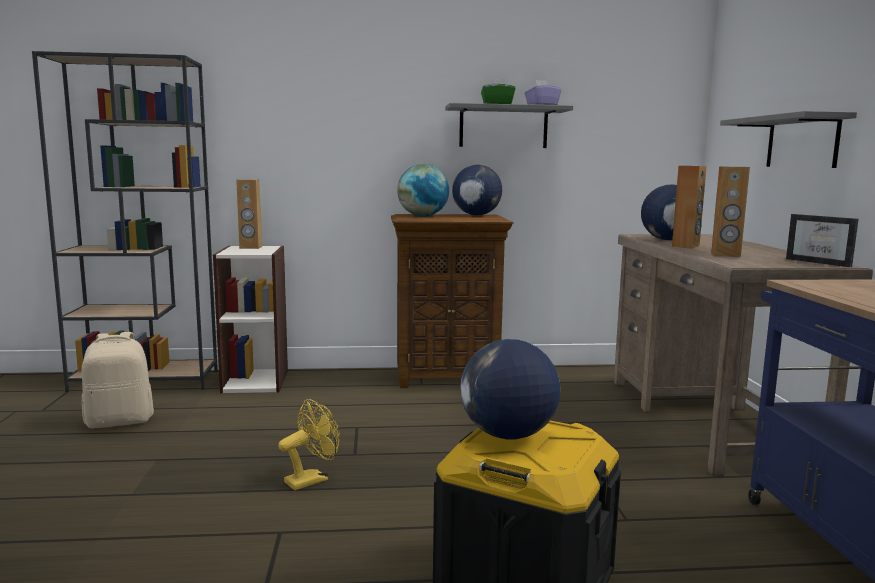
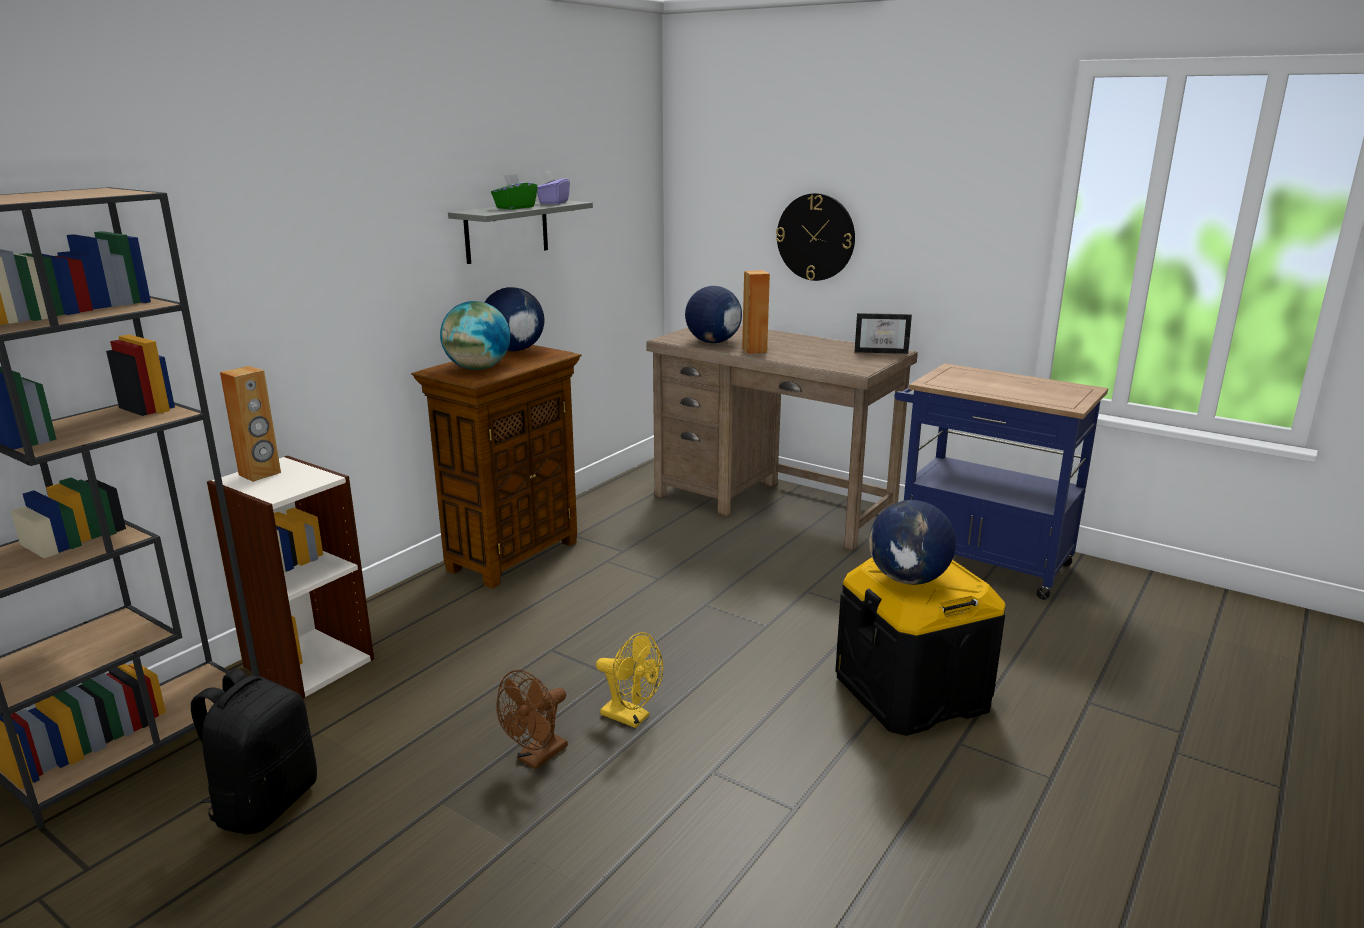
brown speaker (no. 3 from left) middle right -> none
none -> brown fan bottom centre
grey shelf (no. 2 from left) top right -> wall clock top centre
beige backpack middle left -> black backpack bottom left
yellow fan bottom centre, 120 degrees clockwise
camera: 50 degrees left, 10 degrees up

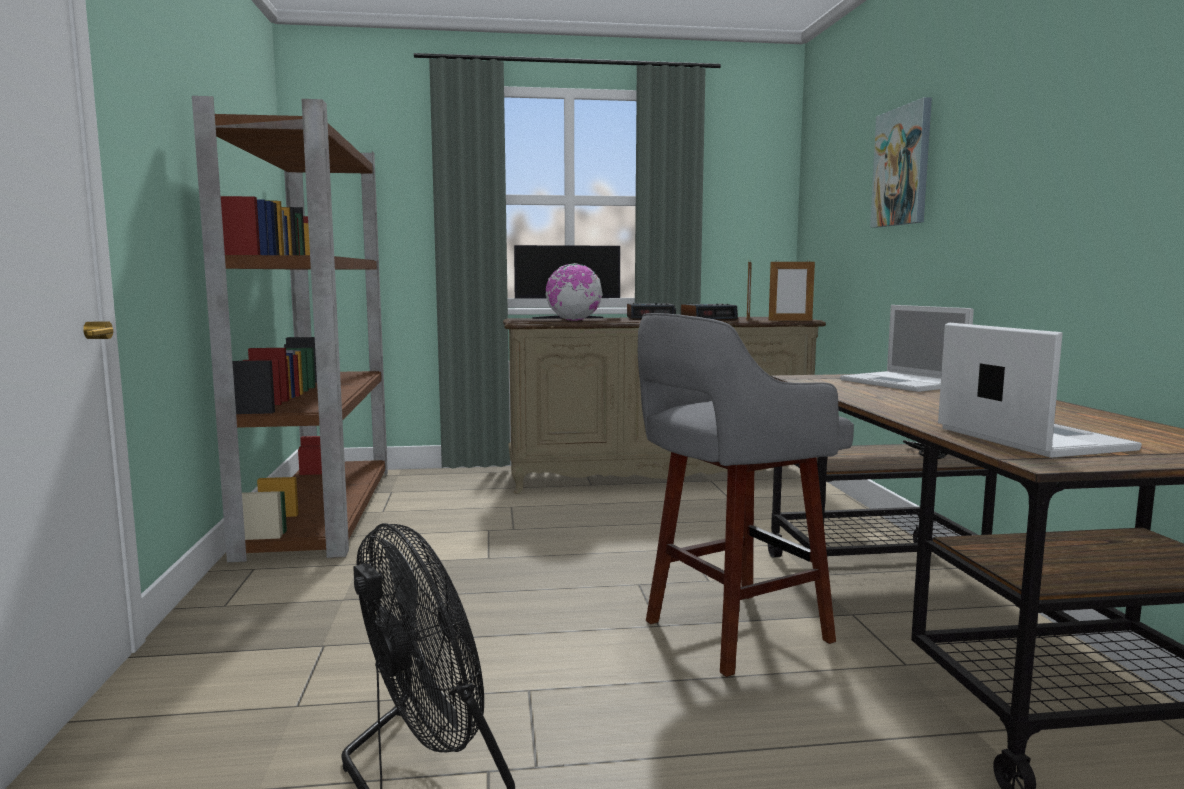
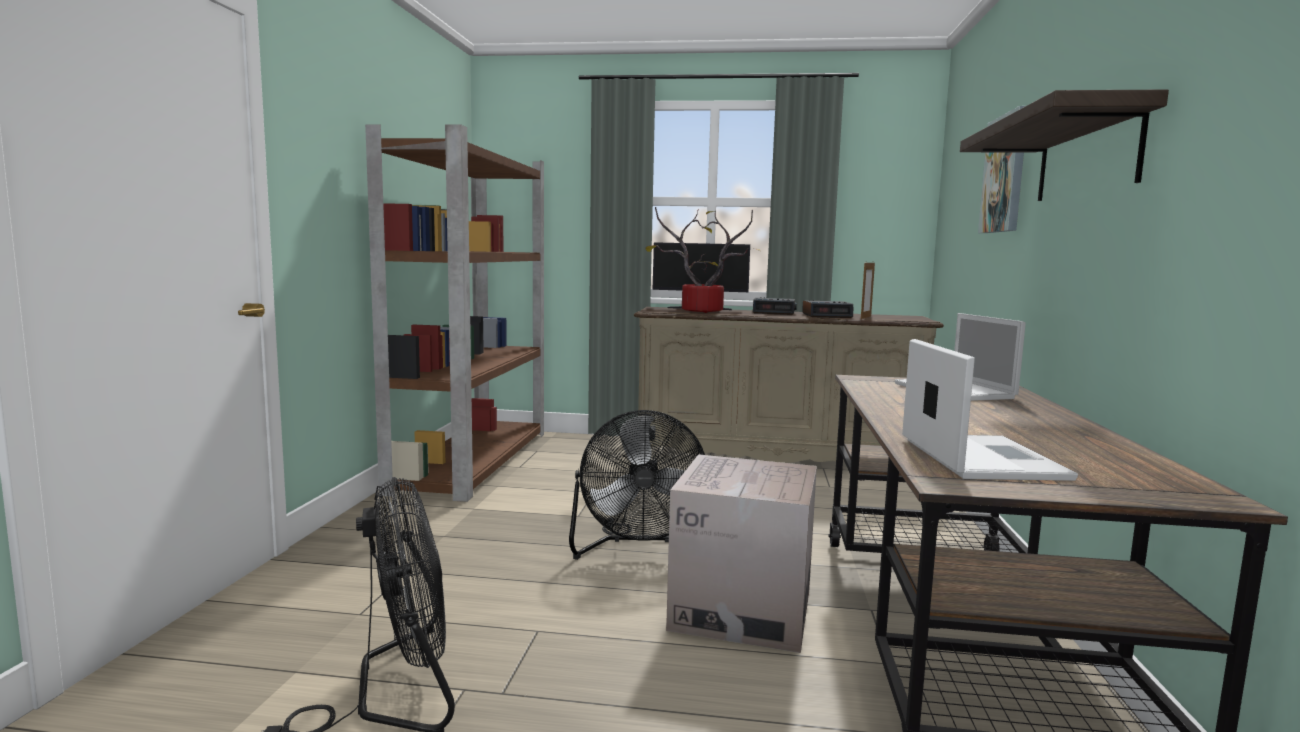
picture frame (no. 2 from left) middle right -> none
none -> black fan (no. 2 from left) centre
none -> shelf top right
globe centre -> potted plant centre
grey stool centre -> cardboard box bottom centre
camera: 15 degrees right, 0 degrees up

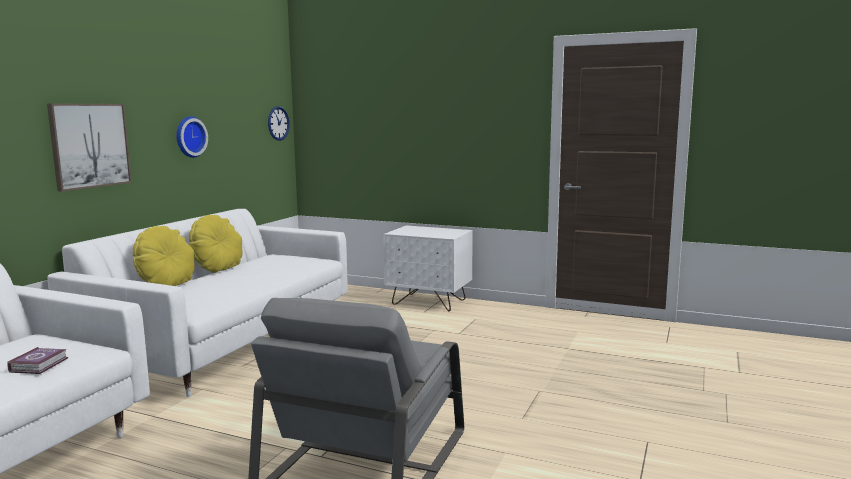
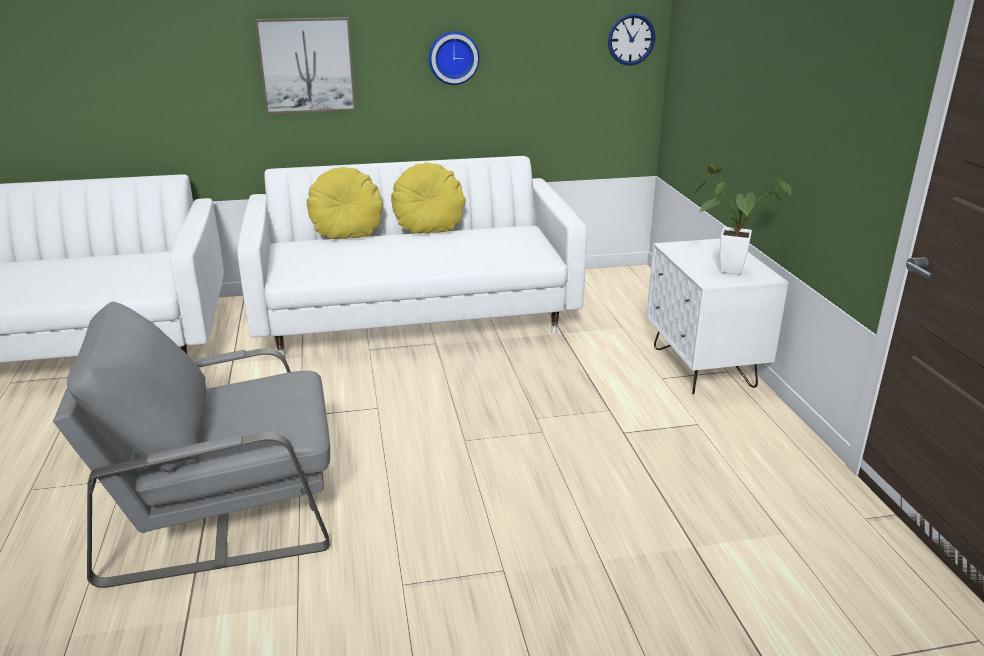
book bottom left -> none
none -> potted plant middle right
camera: 55 degrees right, 15 degrees up

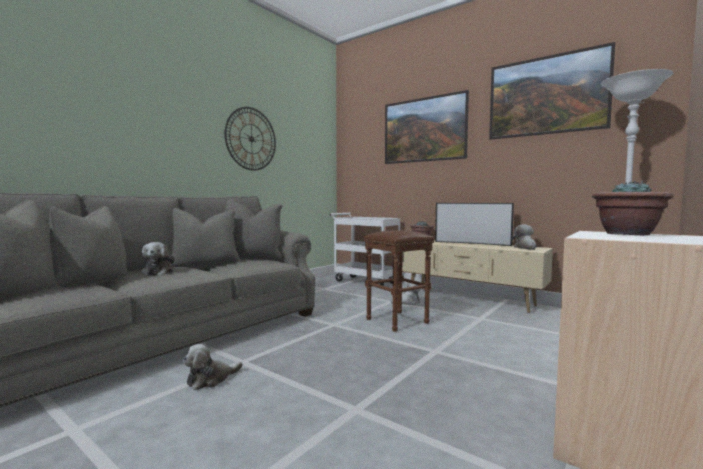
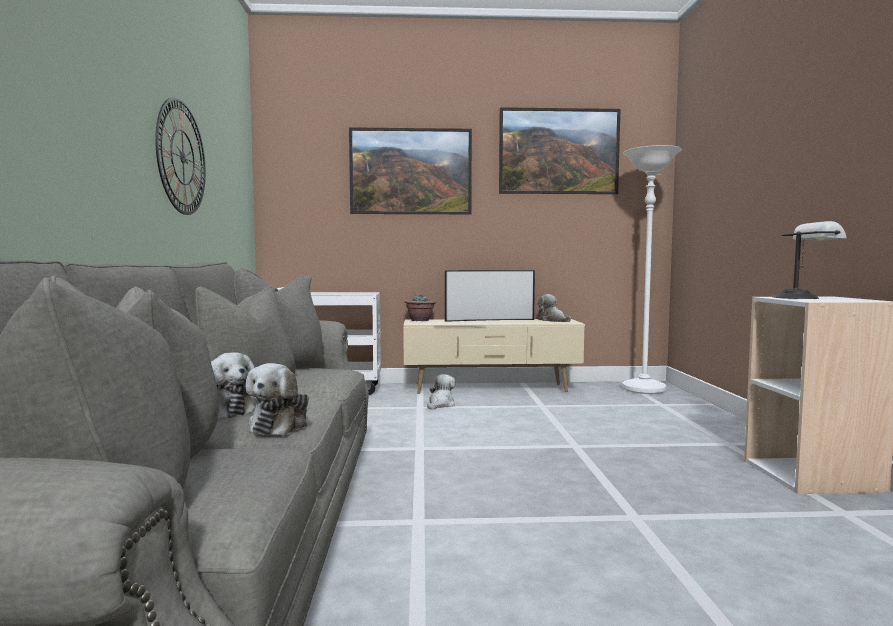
brown stool centre -> none
plush toy (no. 2 from left) bottom left -> plush toy (no. 2 from left) middle left, relocated
potted plant (no. 2 from left) middle right -> table lamp middle right
camera: 40 degrees left, 0 degrees up

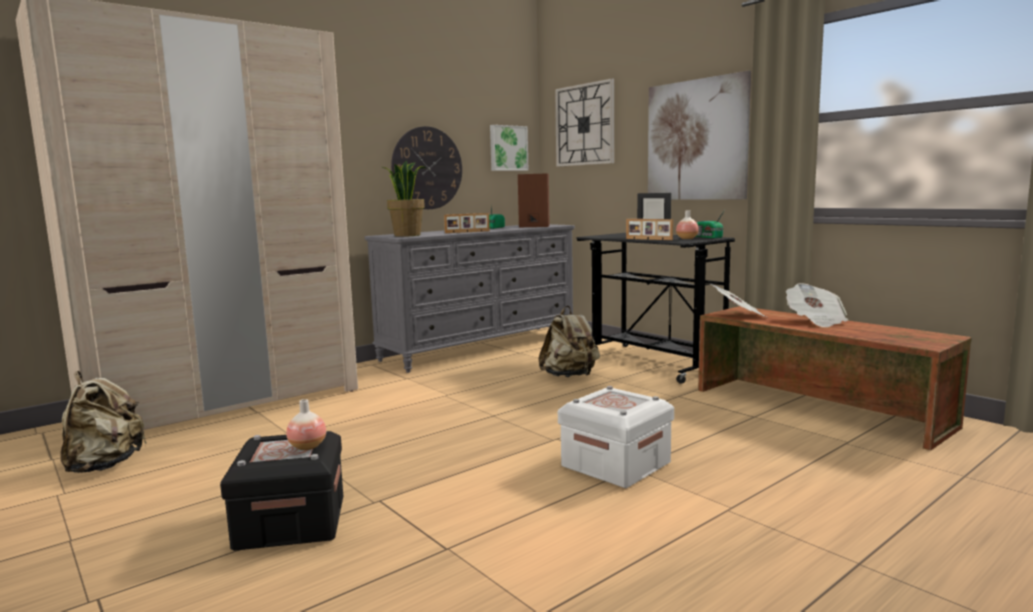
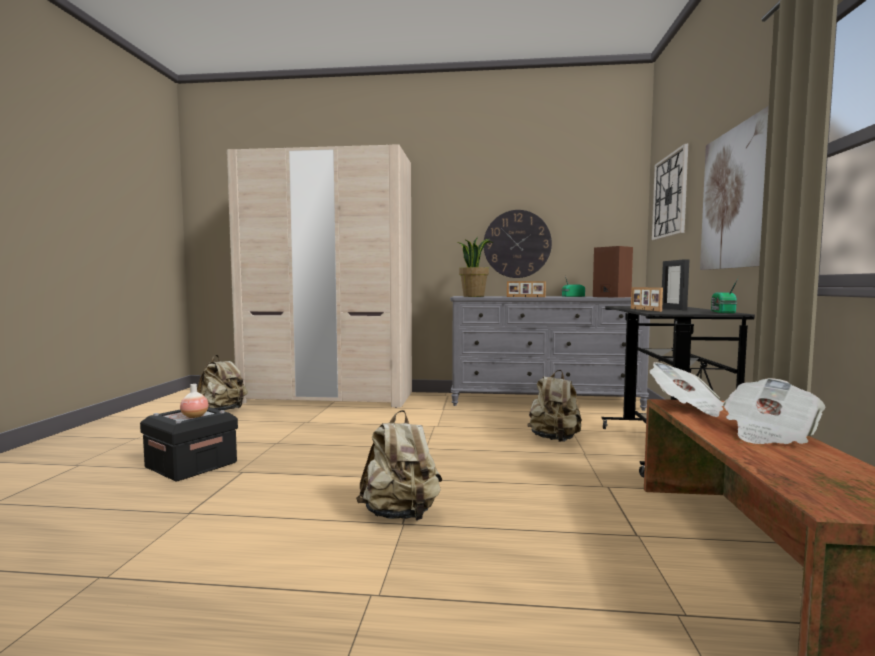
picture (no. 1 from left) top centre -> none
vase (no. 2 from left) centre -> none
white storage box bottom centre -> beige backpack (no. 2 from left) bottom centre
camera: 45 degrees right, 5 degrees down

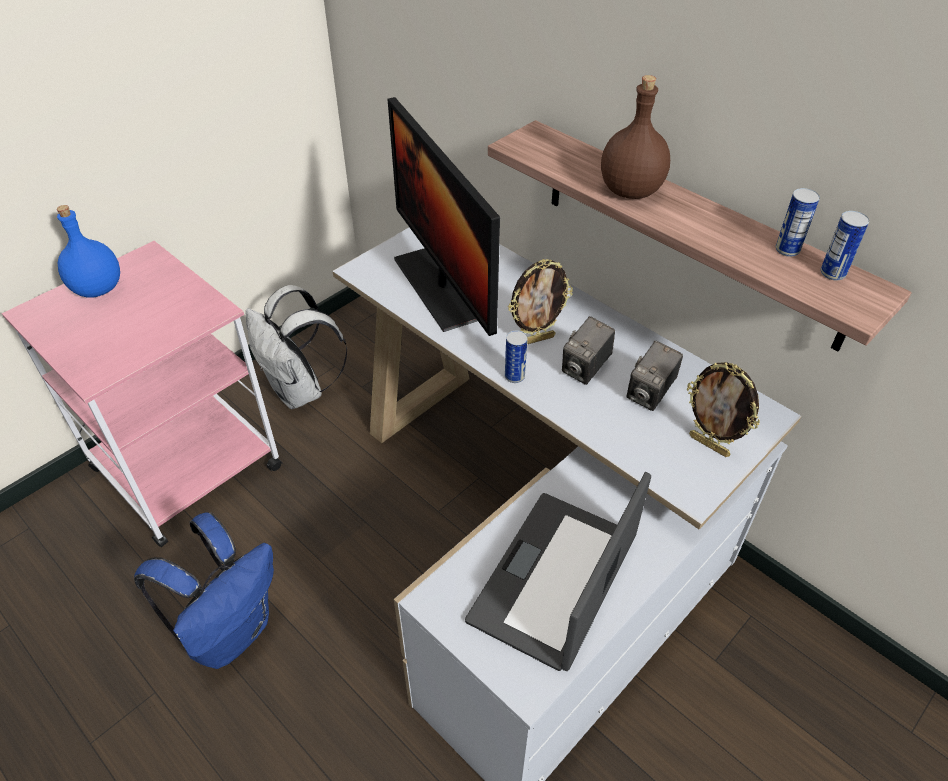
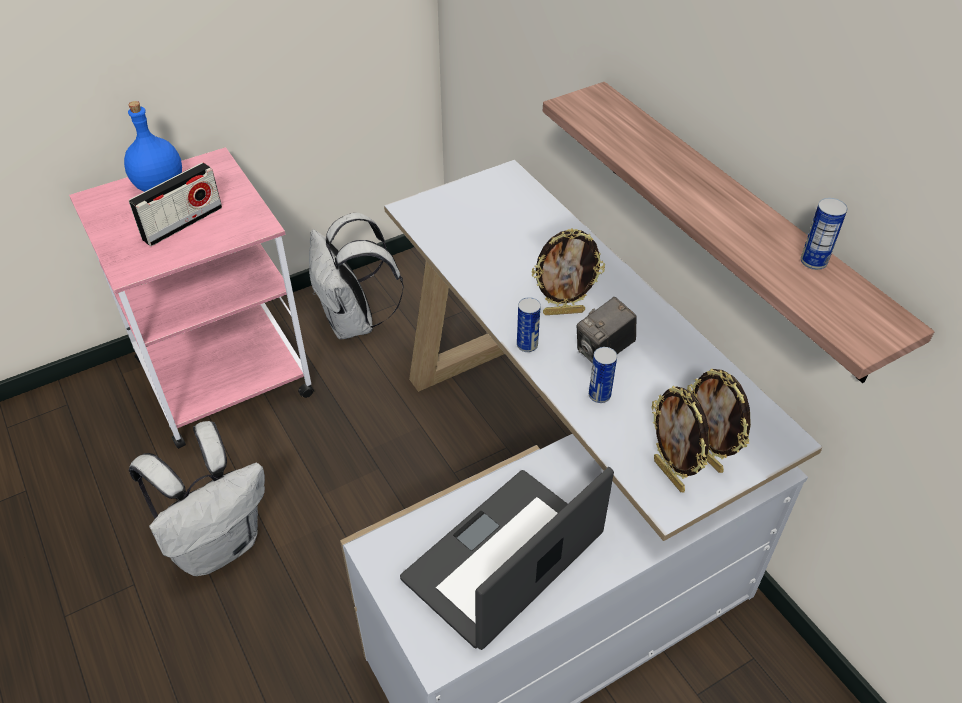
monitor top centre -> none
brown bottle top right -> none
photo camera (no. 2 from left) middle right -> none
none -> radio top left
none -> picture frame (no. 2 from left) middle right
can (no. 3 from left in the first image) top right -> can (no. 2 from left) centre, relocated
blue backpack bottom left -> white backpack (no. 1 from left) bottom left
camera: 15 degrees right, 0 degrees up

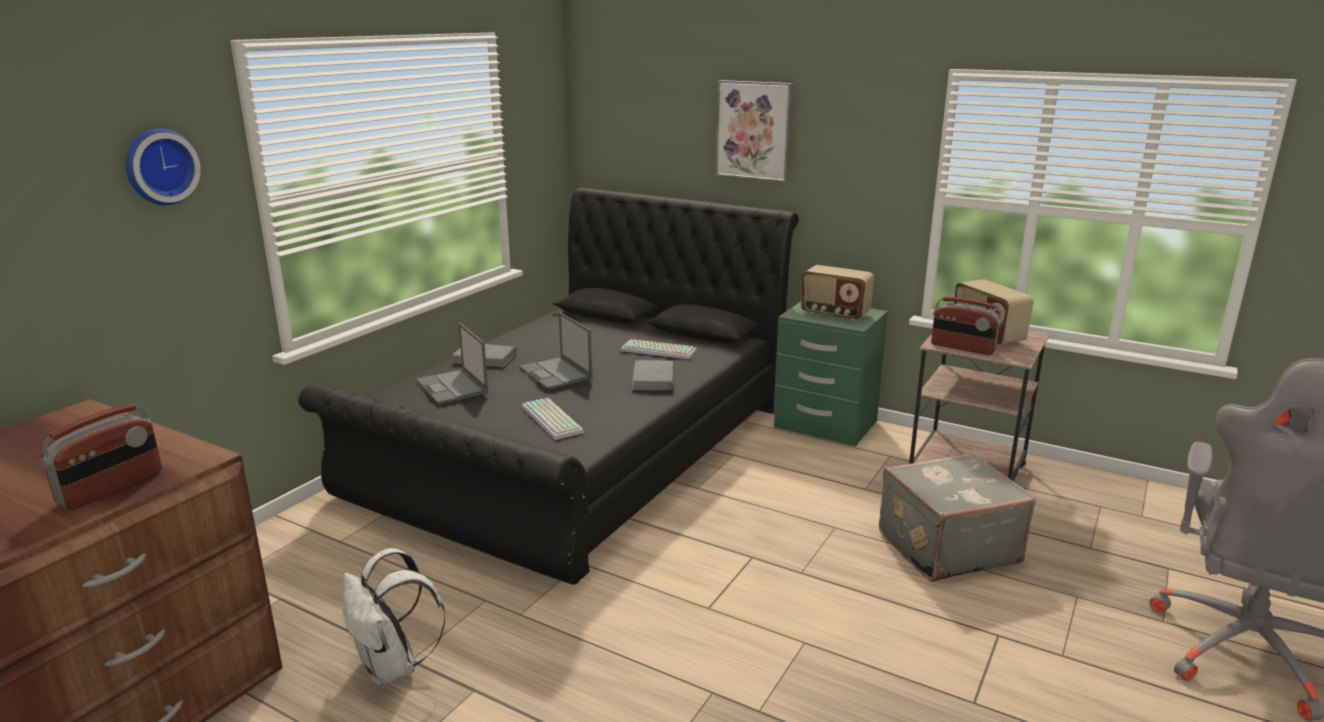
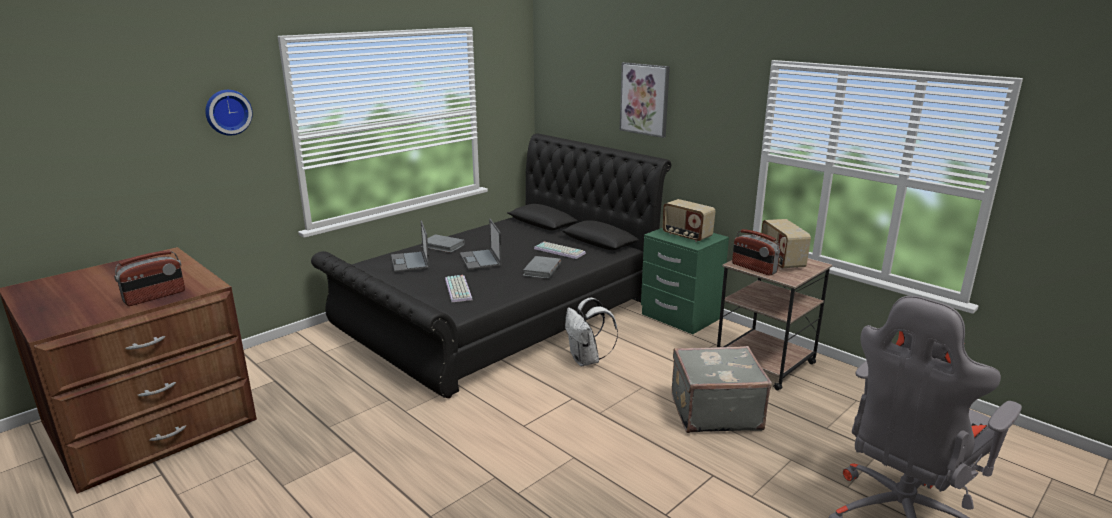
white backpack bottom left -> white backpack centre, relocated
camera: 15 degrees right, 0 degrees up

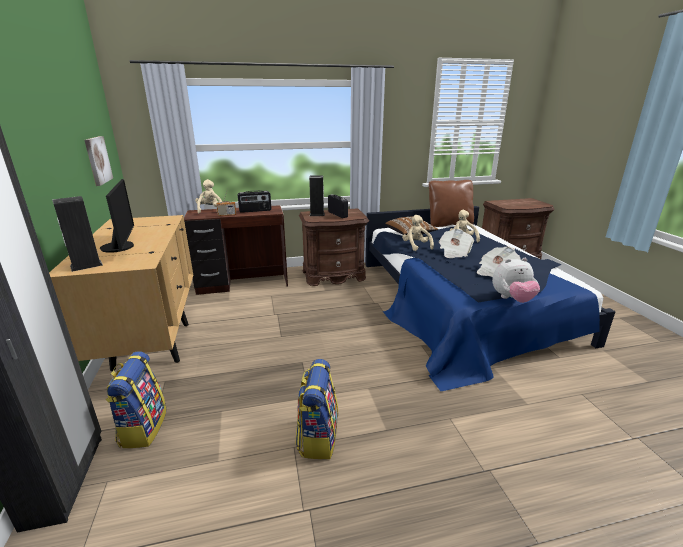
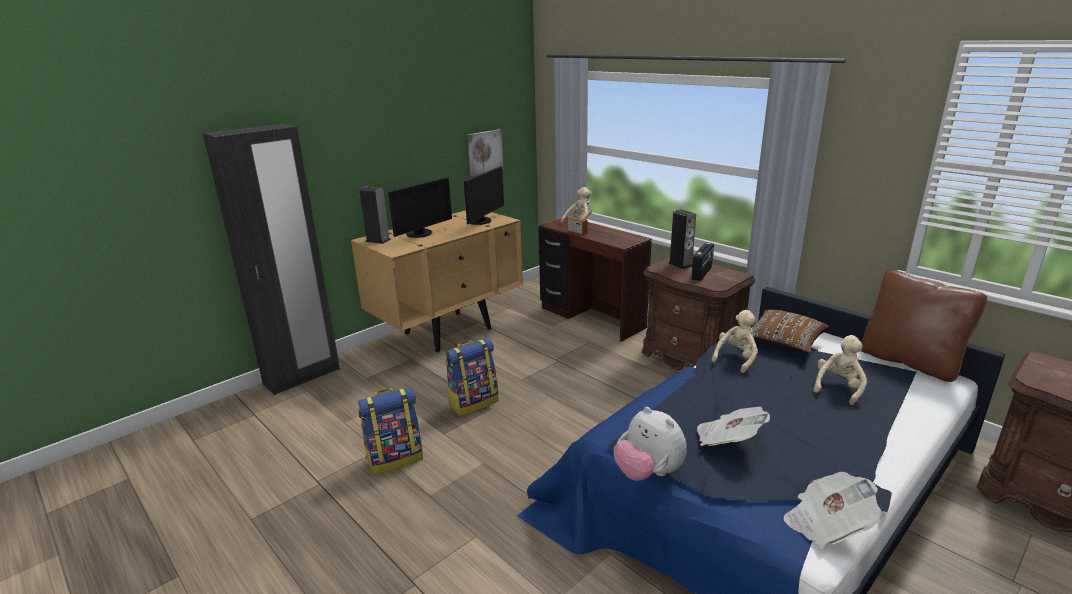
radio (no. 2 from left) centre -> none
none -> monitor (no. 2 from left) top centre
backpack (no. 1 from left in the first image) bottom left -> backpack (no. 2 from left) centre, relocated
newspaper (no. 1 from left in the first image) middle right -> newspaper (no. 2 from left) bottom right, relocated
camera: 60 degrees right, 0 degrees up

